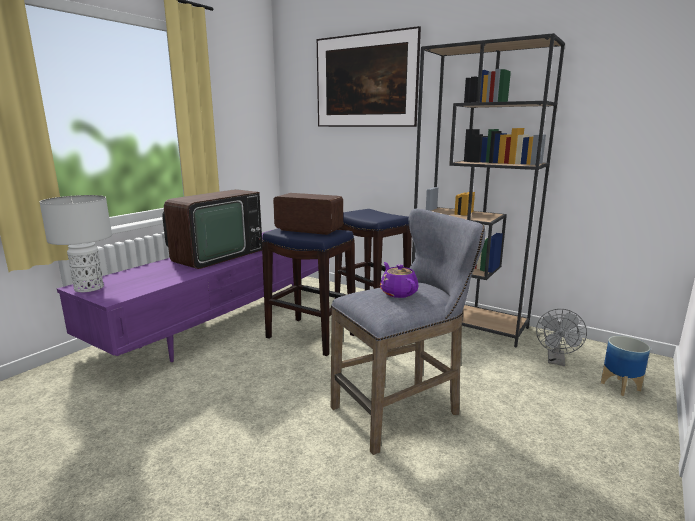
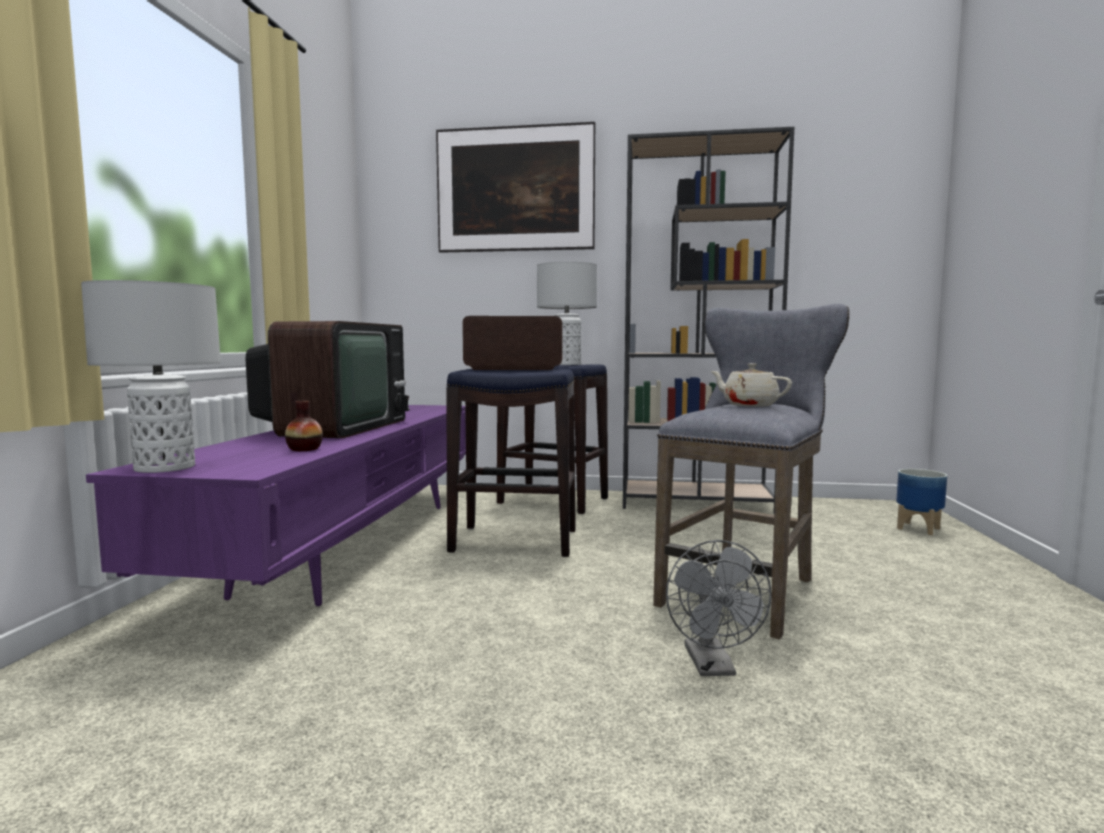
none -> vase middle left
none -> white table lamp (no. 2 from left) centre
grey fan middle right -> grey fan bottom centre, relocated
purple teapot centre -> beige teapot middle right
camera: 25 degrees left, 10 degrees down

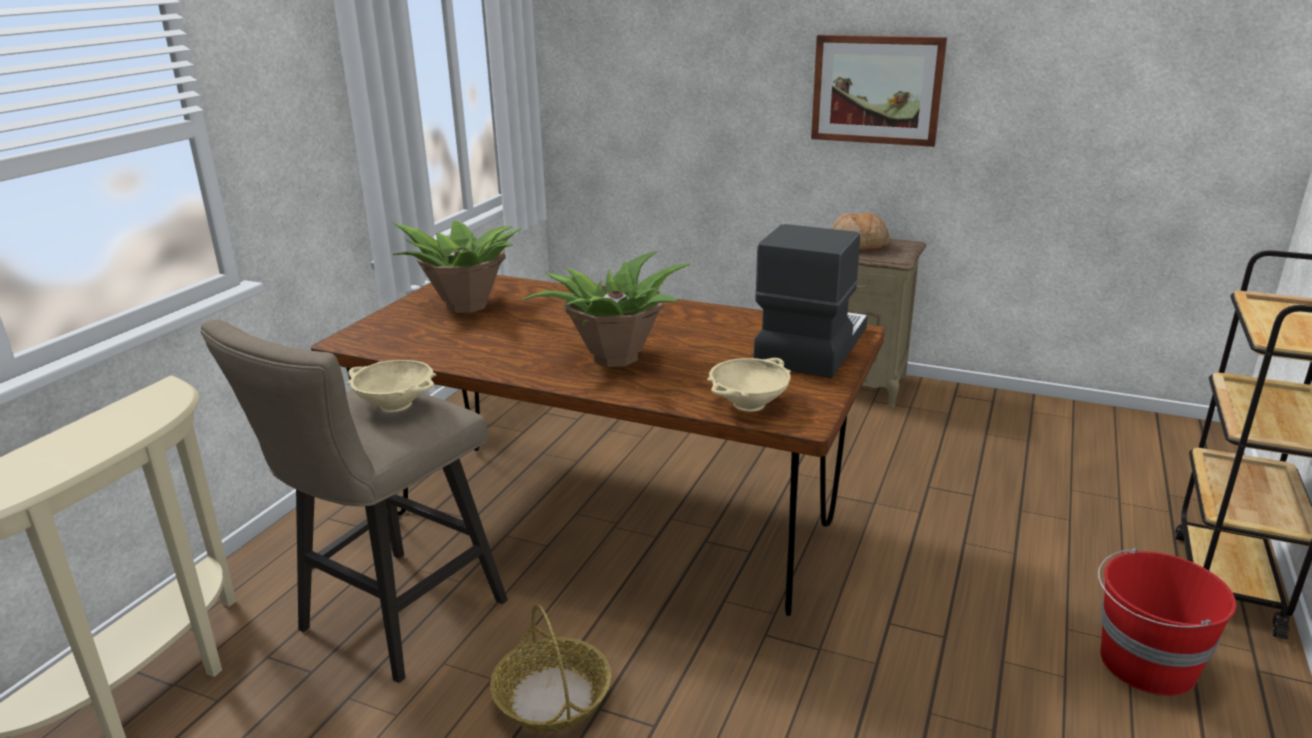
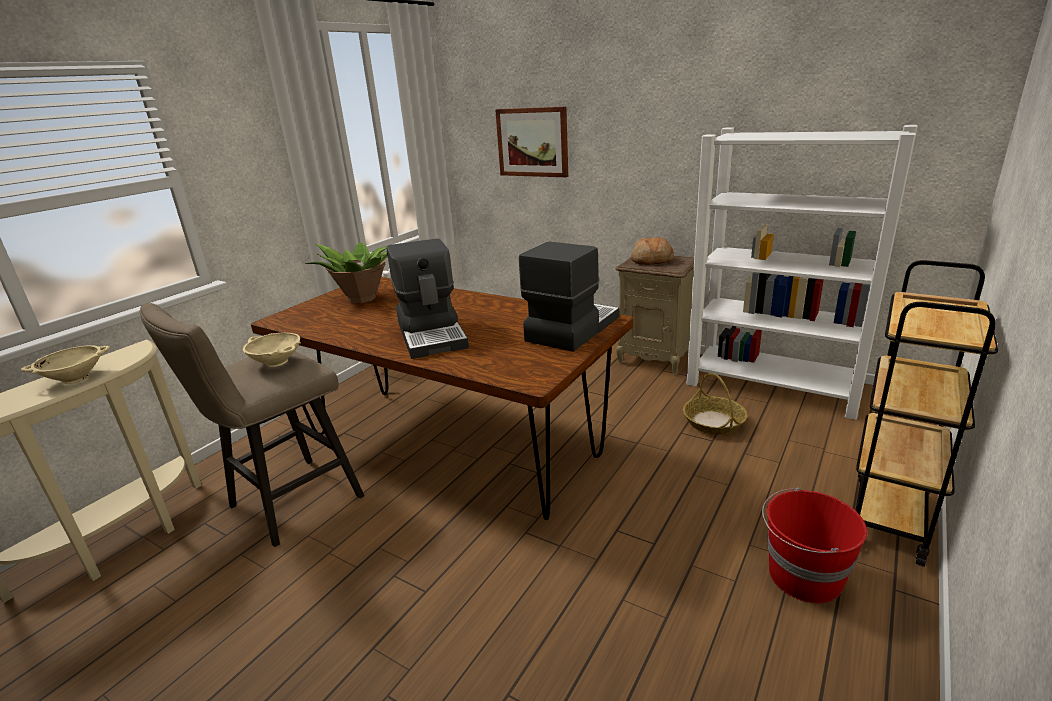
none -> white bookcase middle right
basket bottom centre -> basket middle right, relocated
beige bowl (no. 2 from left in the first image) centre -> beige bowl (no. 1 from left) middle left, relocated
picture top right -> picture top centre, relocated
potted plant (no. 2 from left) centre -> coffee machine (no. 1 from left) centre
camera: 10 degrees right, 0 degrees up

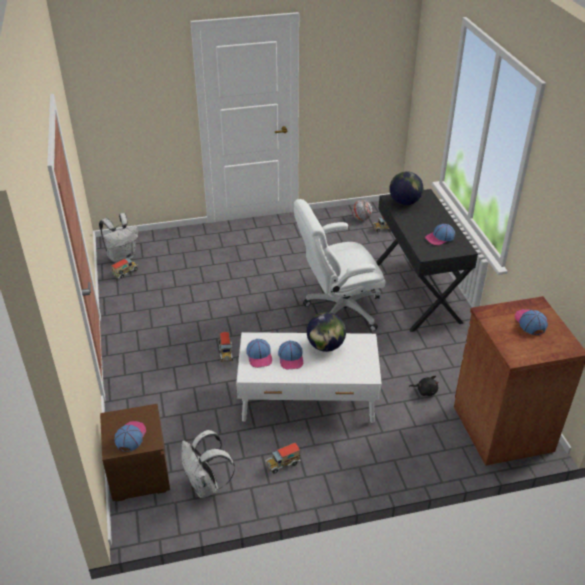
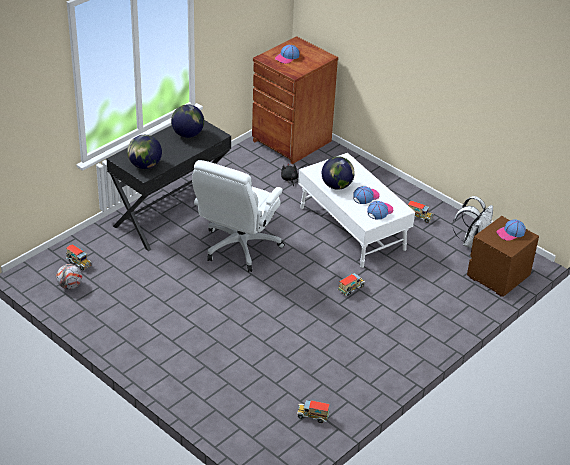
white backpack (no. 1 from left) middle left -> none
cap (no. 4 from left) middle right -> globe (no. 2 from left) top left
white office chair centre, 75 degrees clockwise
camera: 125 degrees left, 0 degrees up

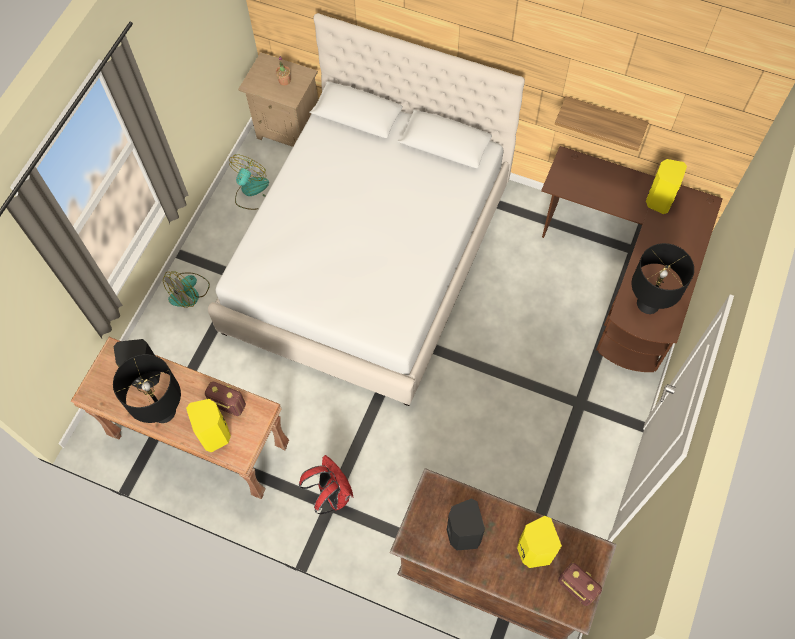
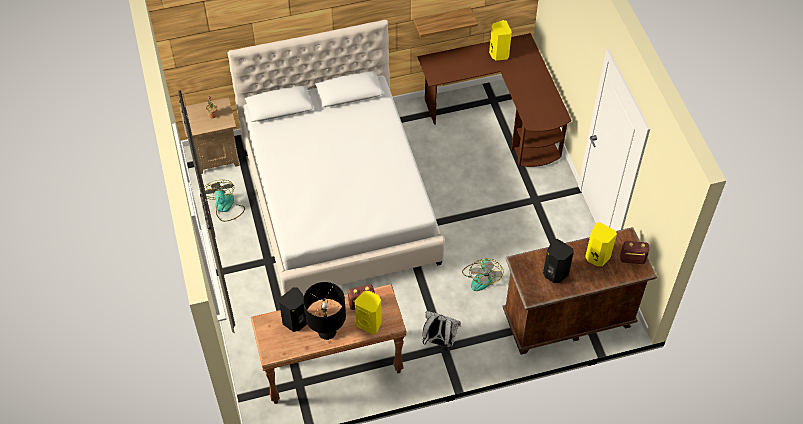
black table lamp (no. 2 from left) middle right -> none
fan (no. 1 from left in the first image) middle left -> fan (no. 2 from left) centre, relocated
red backpack bottom centre -> white backpack bottom centre
camera: 40 degrees left, 10 degrees down

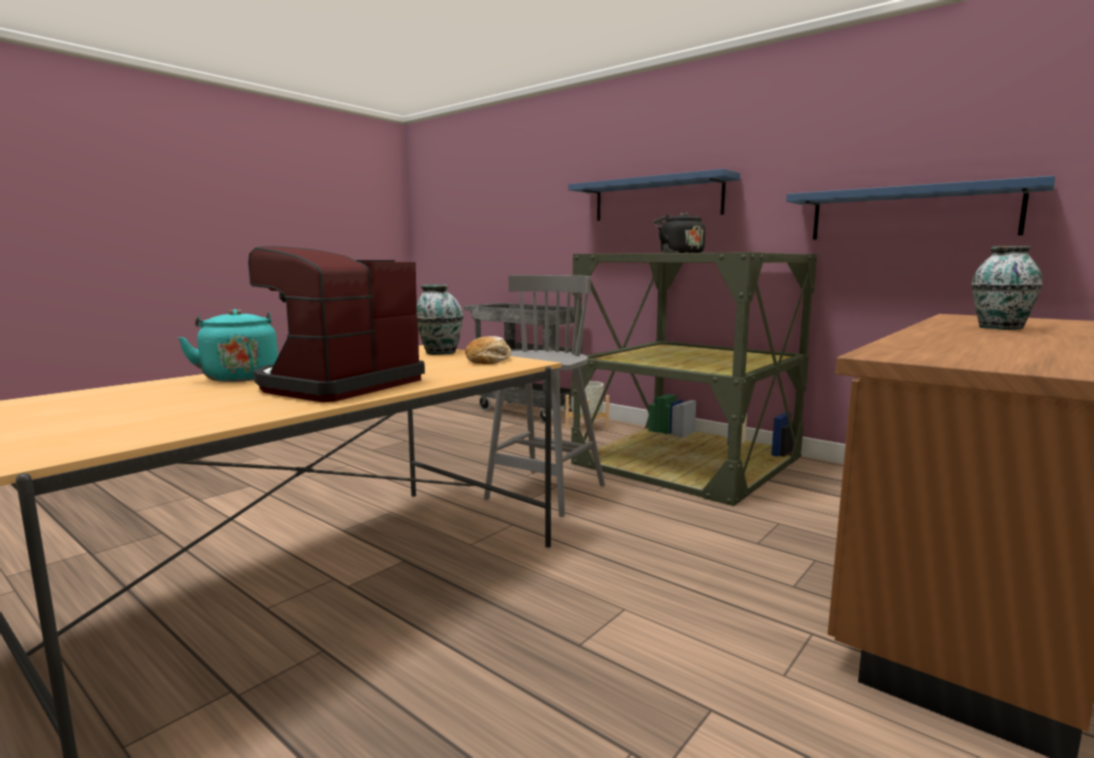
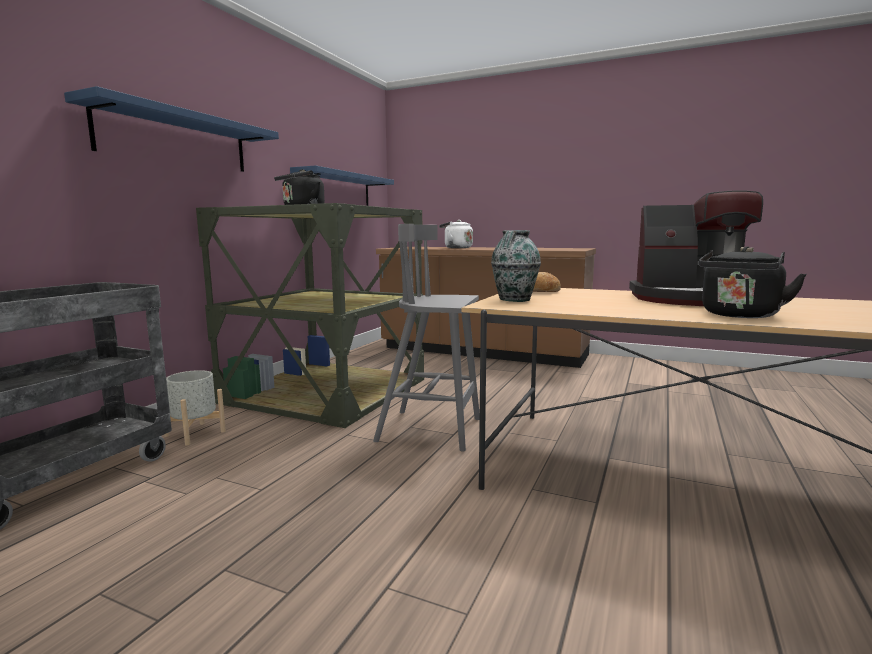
vase (no. 2 from left) middle right -> white kettle centre
turquoise kettle middle left -> black kettle (no. 2 from left) middle right
camera: 105 degrees left, 0 degrees up

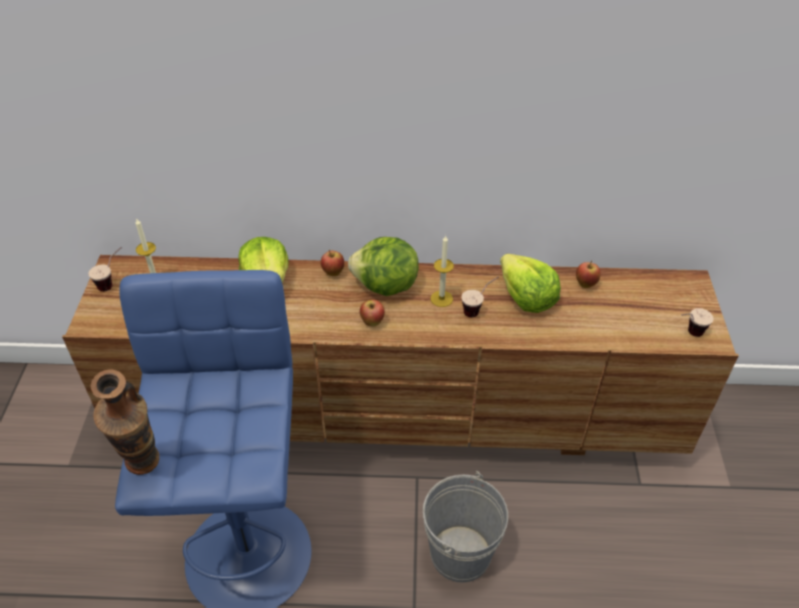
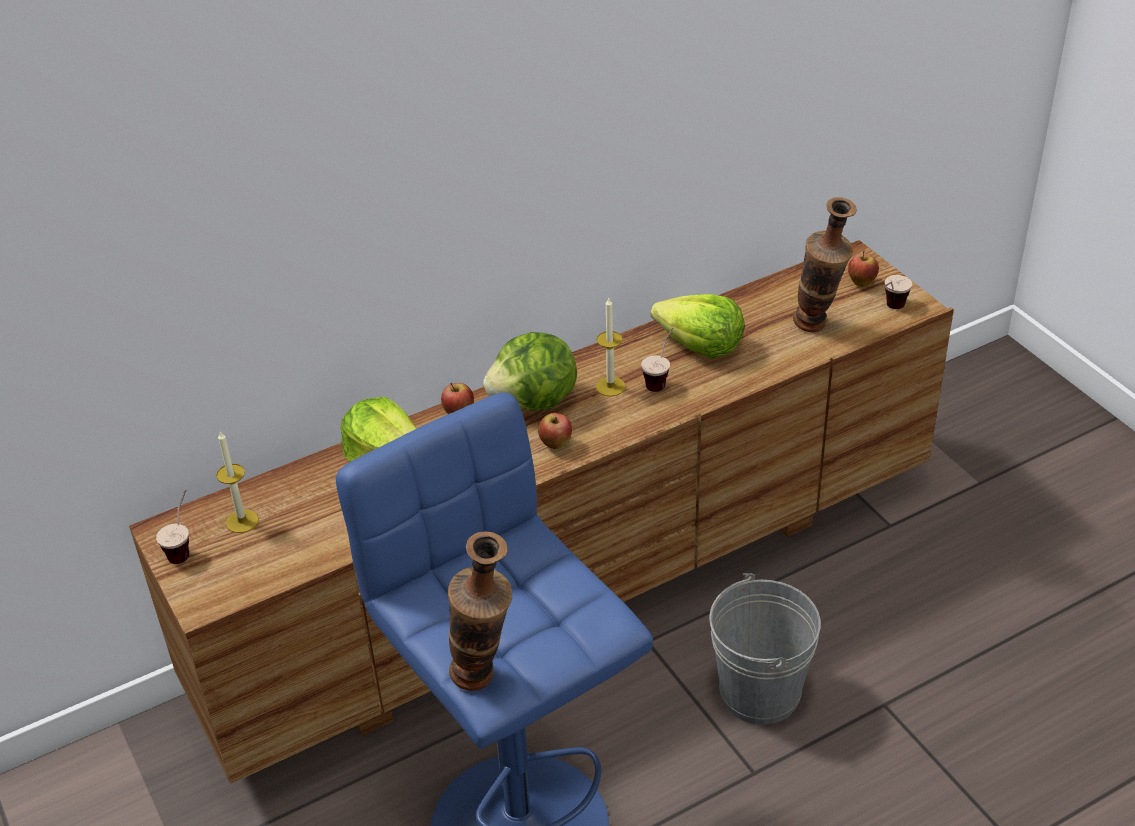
none -> vase (no. 2 from left) top right
apple (no. 3 from left) middle right -> apple (no. 3 from left) top right, relocated
camera: 30 degrees left, 5 degrees down

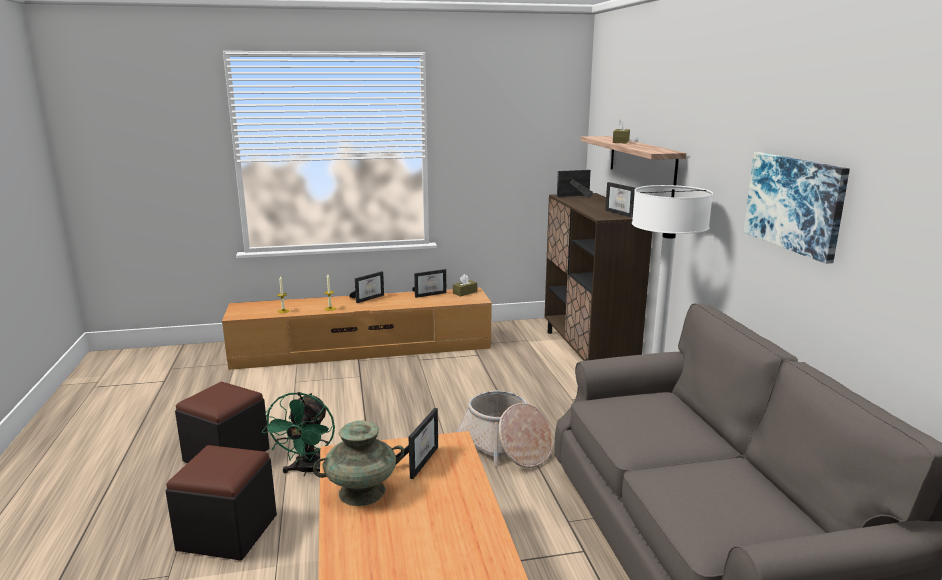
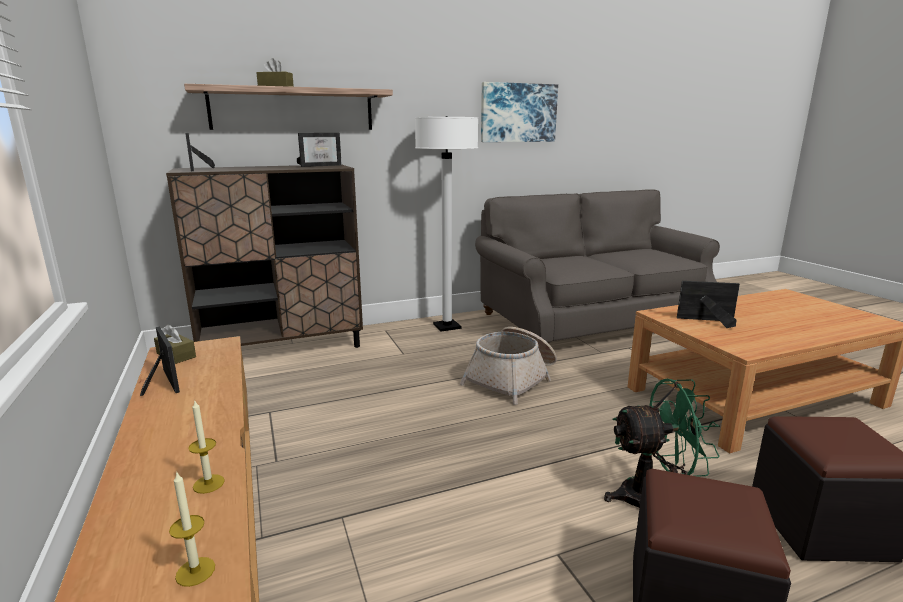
turquoise vase bottom centre -> none
picture frame (no. 1 from left) centre -> none
camera: 100 degrees left, 0 degrees up

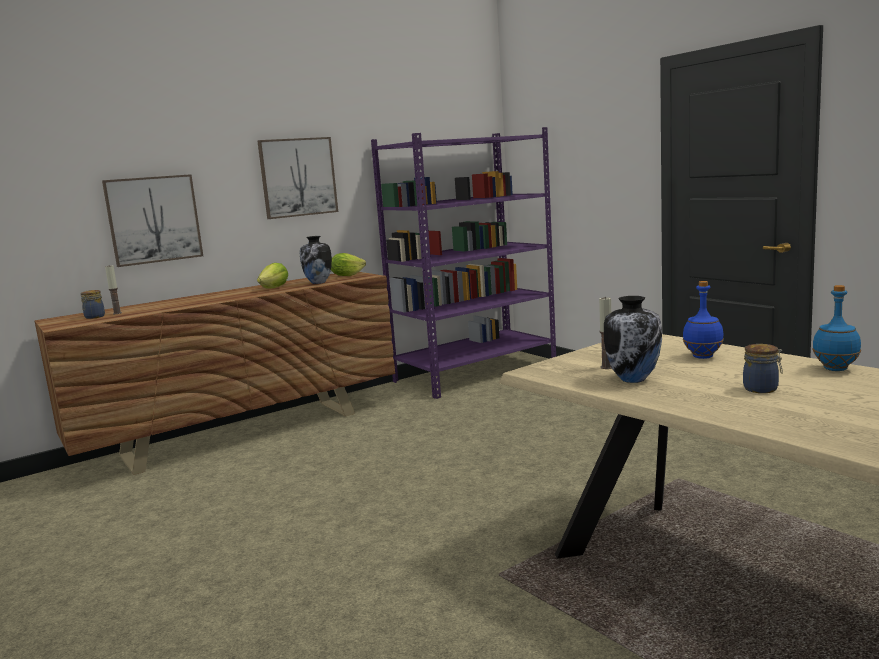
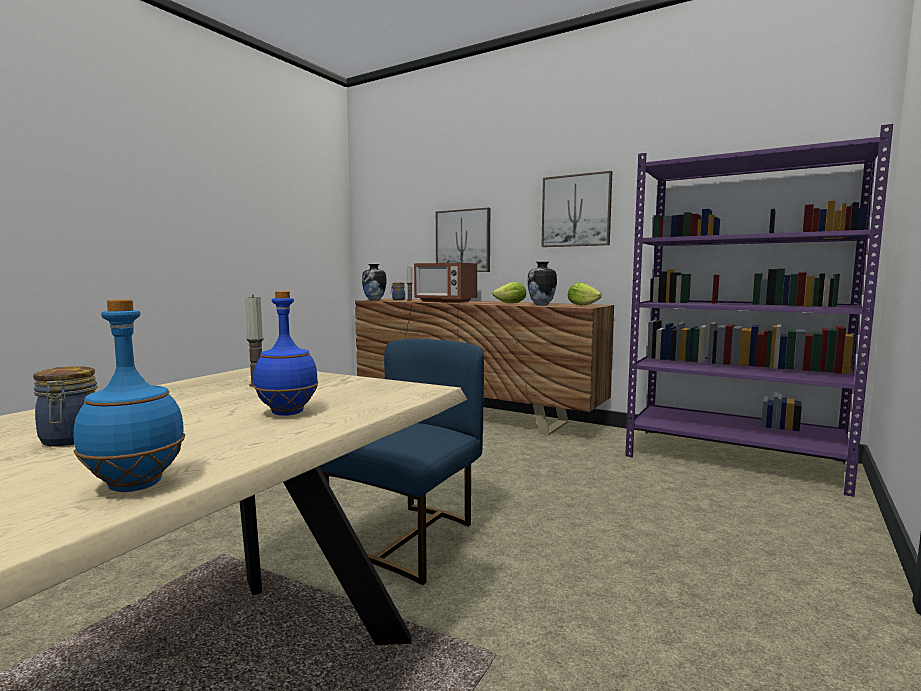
none -> blue chair bottom centre
none -> microwave centre
vase (no. 2 from left in the first image) middle right -> vase (no. 1 from left) centre, relocated
camera: 65 degrees right, 5 degrees down

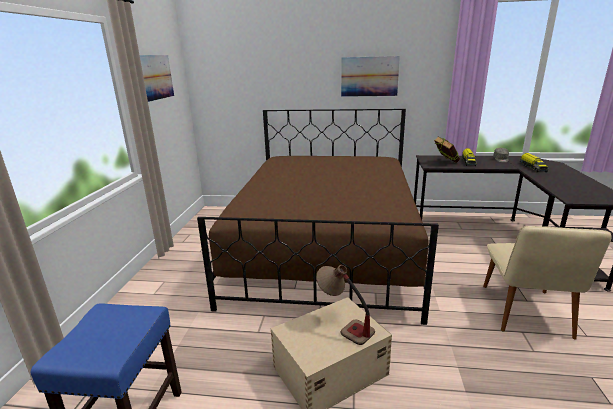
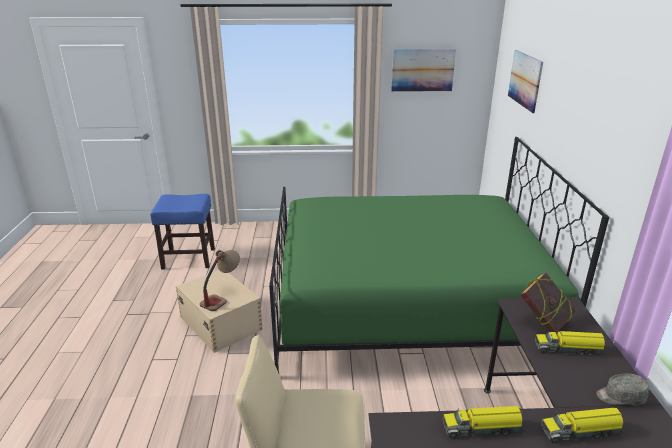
none -> toy truck (no. 1 from left) bottom right
picture (no. 2 from left) top centre -> picture (no. 2 from left) top right, relocated
brown bed centre -> green bed centre
camera: 80 degrees right, 5 degrees up

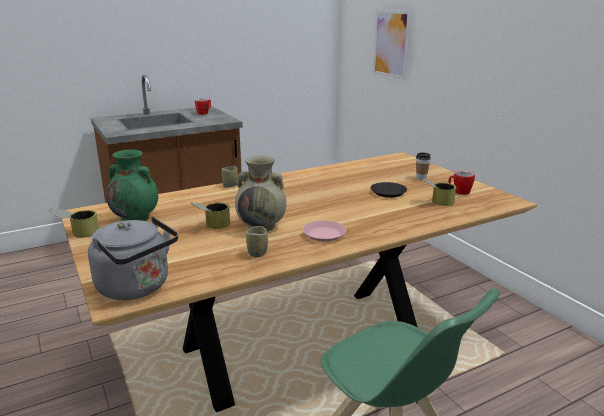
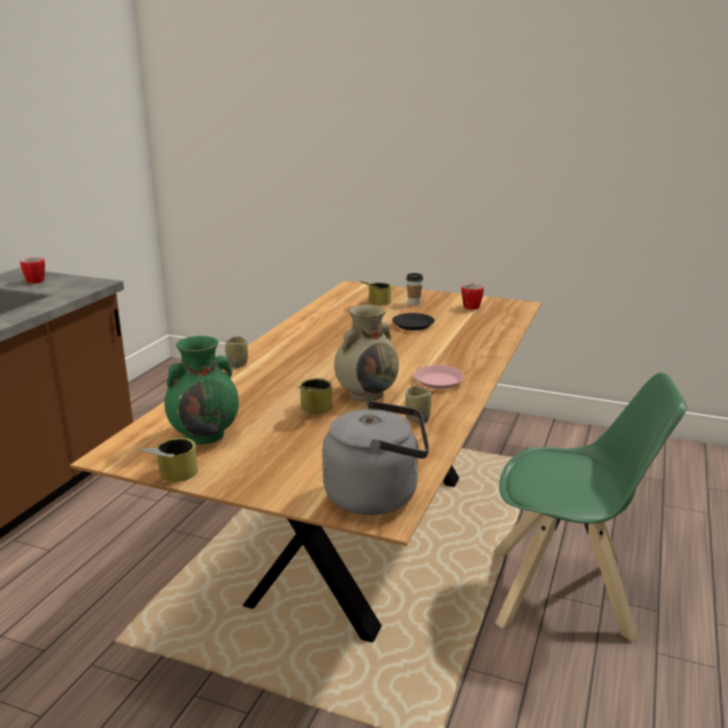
picture top centre -> none
can (no. 3 from left) middle right -> can (no. 3 from left) centre, relocated
camera: 40 degrees left, 0 degrees up

